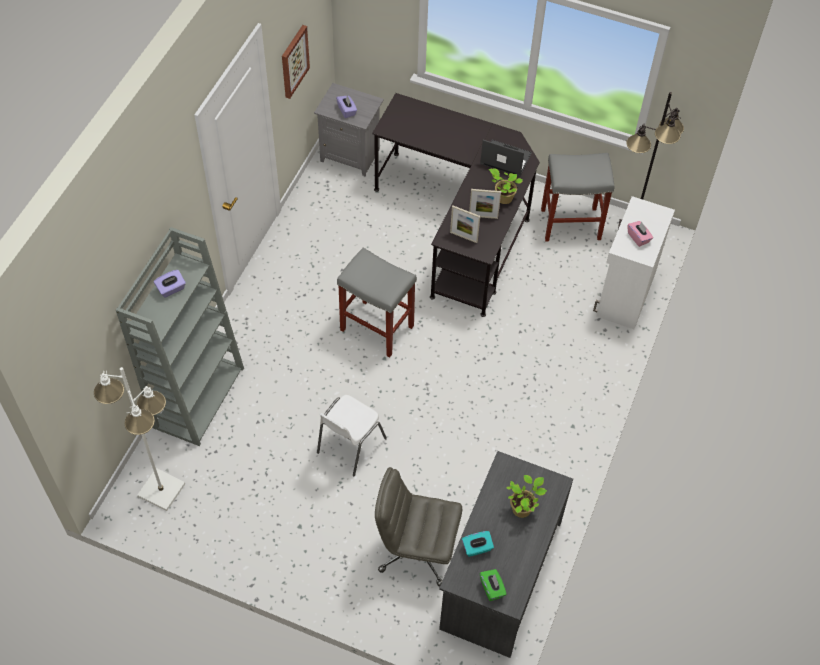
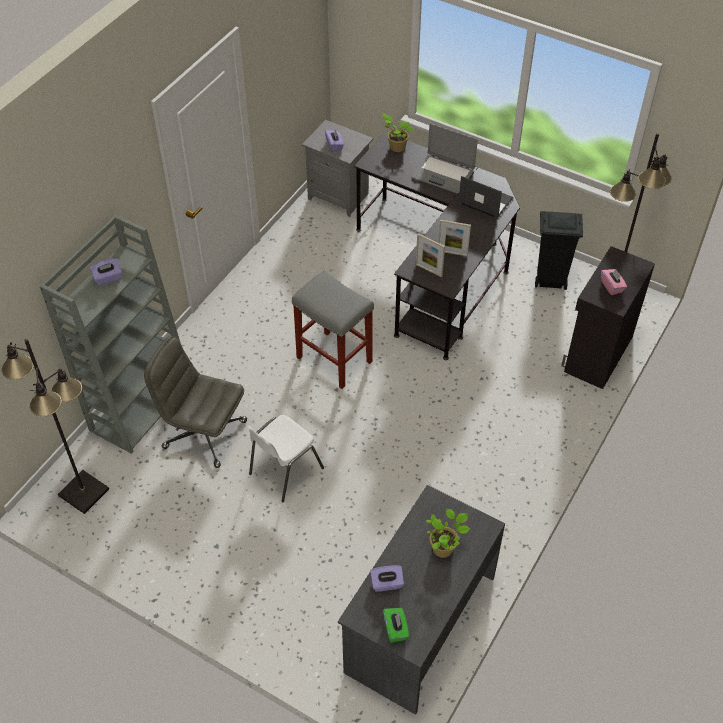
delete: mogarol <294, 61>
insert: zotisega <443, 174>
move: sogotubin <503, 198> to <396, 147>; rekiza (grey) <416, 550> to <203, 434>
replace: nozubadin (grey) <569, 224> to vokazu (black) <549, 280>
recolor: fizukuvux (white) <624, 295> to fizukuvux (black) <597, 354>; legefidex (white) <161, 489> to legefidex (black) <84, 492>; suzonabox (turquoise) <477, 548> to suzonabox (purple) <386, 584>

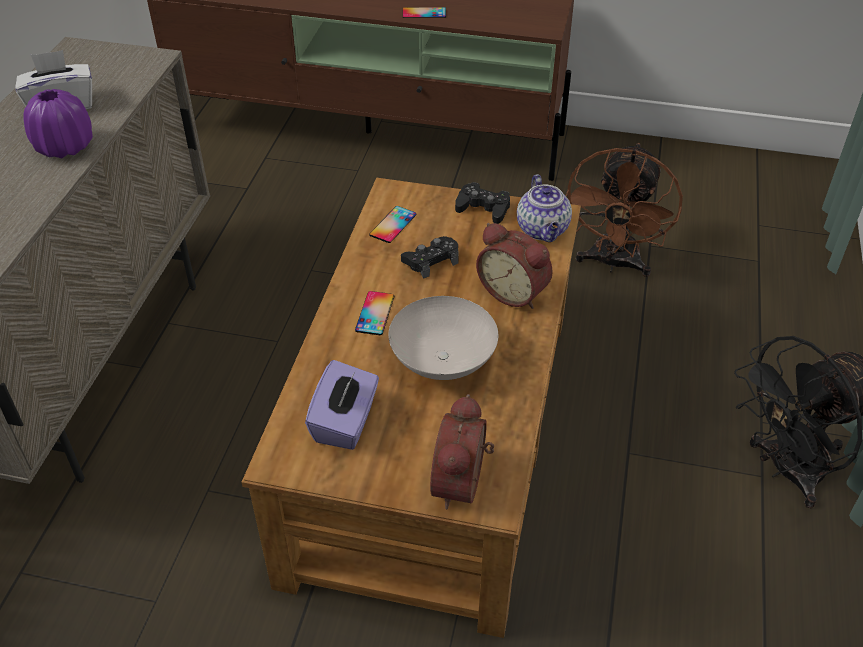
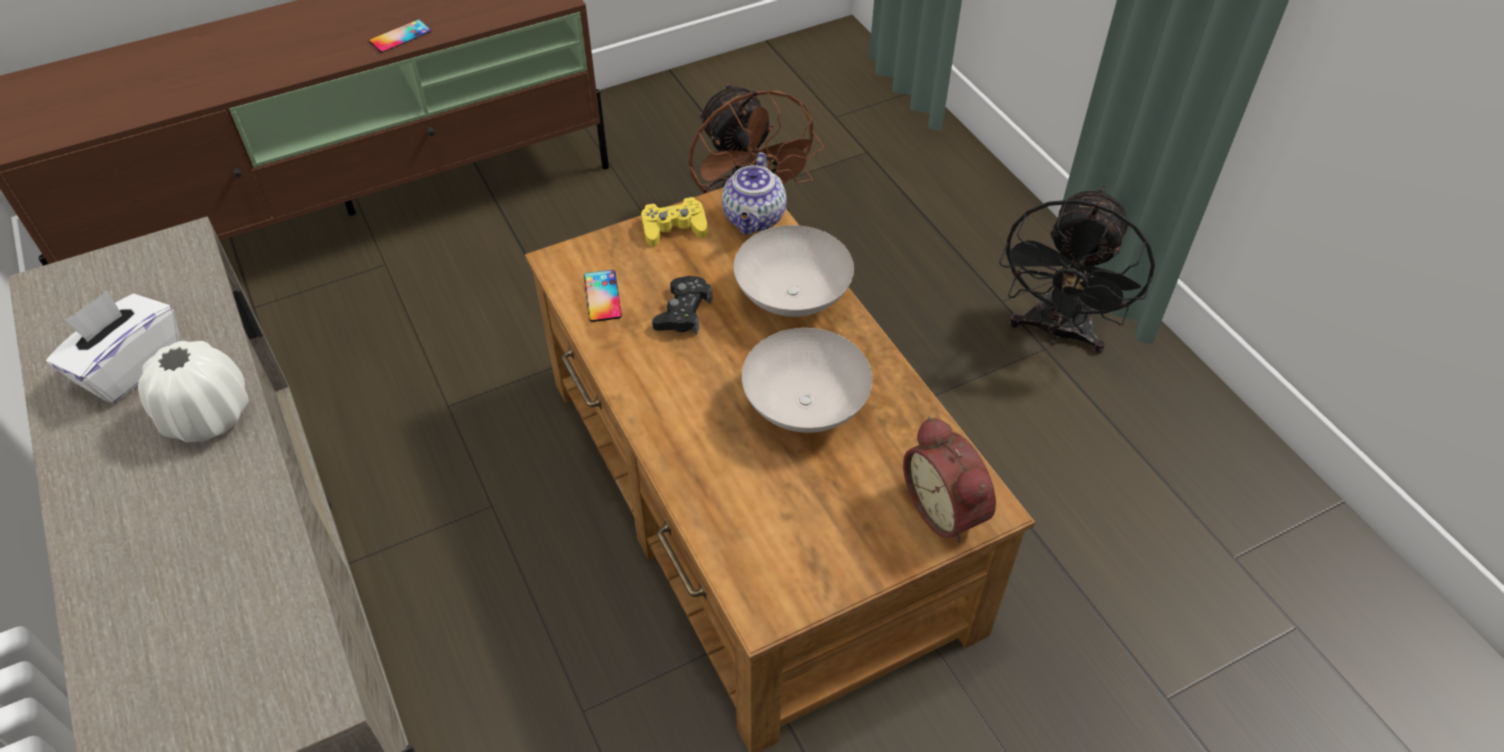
delete: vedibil <375, 313>; suzonabox (purple) <345, 422>
replace: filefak <514, 292> to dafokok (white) <794, 297>
recolor: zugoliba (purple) <65, 147> to zugoliba (white) <208, 416>; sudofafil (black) <483, 208> to sudofafil (yellow) <674, 228>
rotate: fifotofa <543, 230> = <754, 219> 60 degrees clockwise

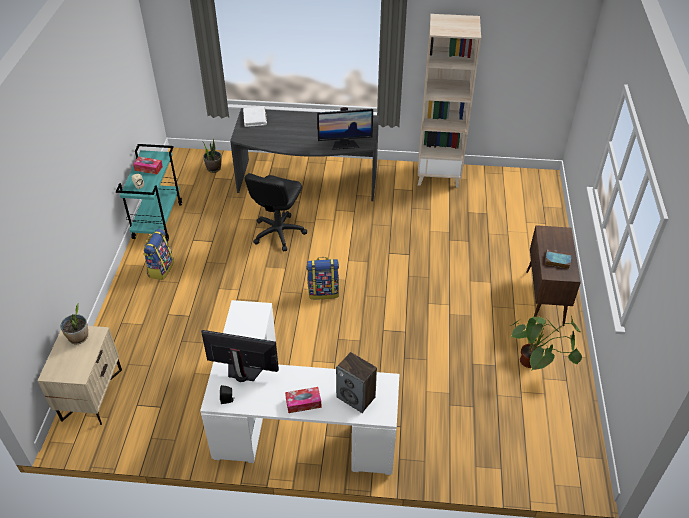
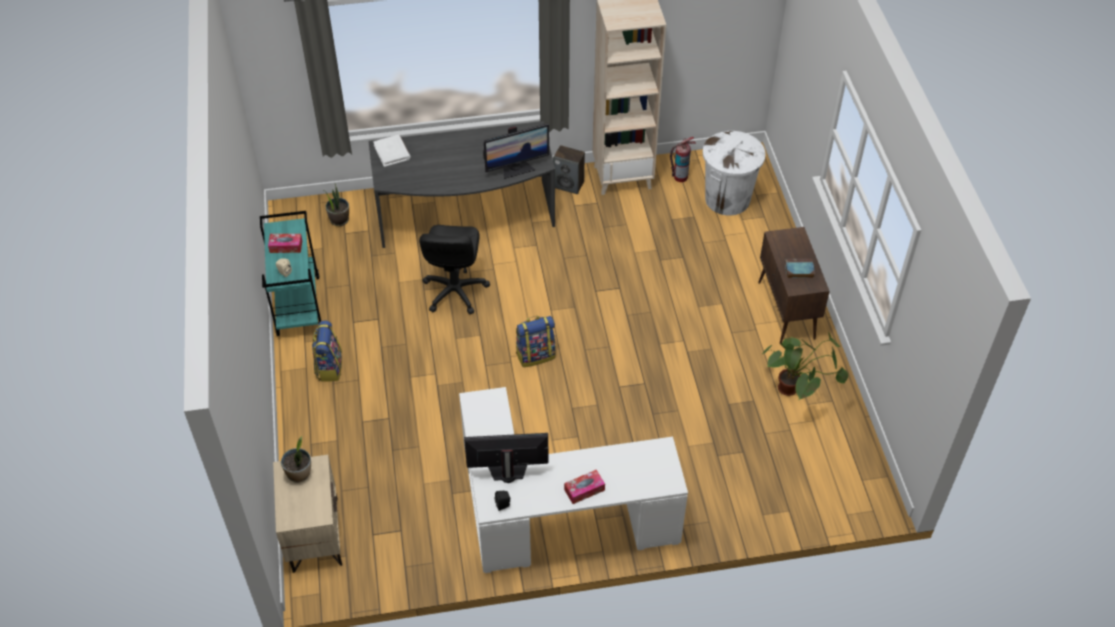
insert: vokazu (white) <727, 199>; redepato <680, 177>
move: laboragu <356, 397> to <569, 184>

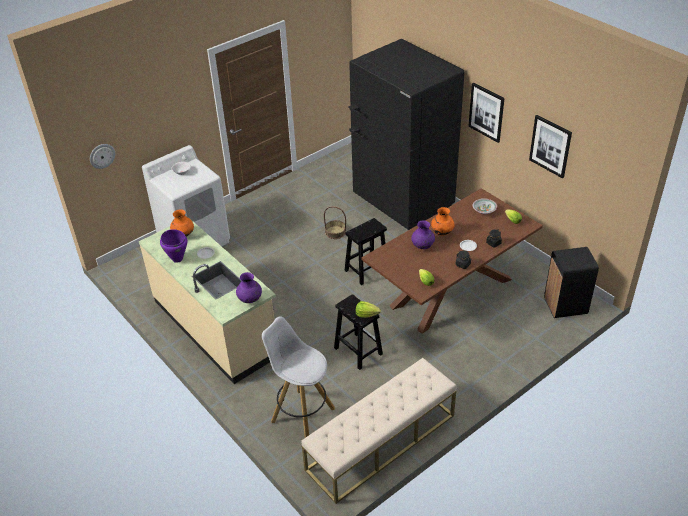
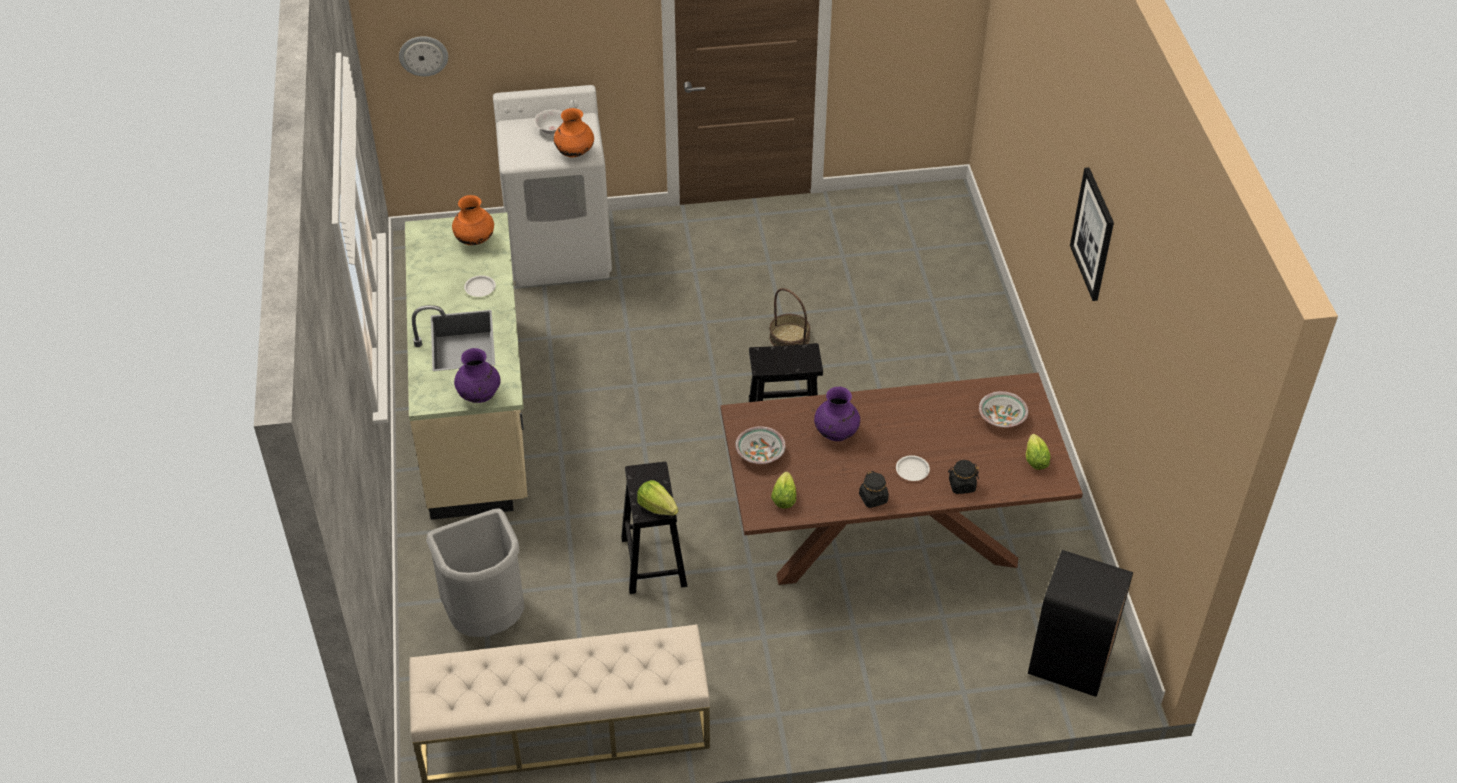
delete: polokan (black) <402, 201>; mogarol <550, 146>; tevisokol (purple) <177, 259>
insert: dafokok <759, 454>
move: zugoliba (orange) <442, 232> to <575, 153>
replace: nozubadin (white) <302, 414> to vokazu (grey) <487, 619>

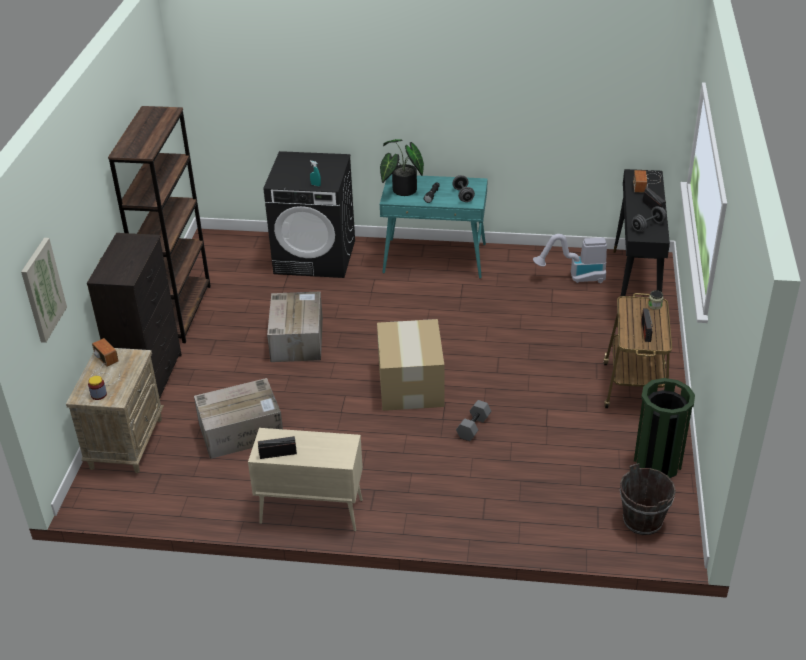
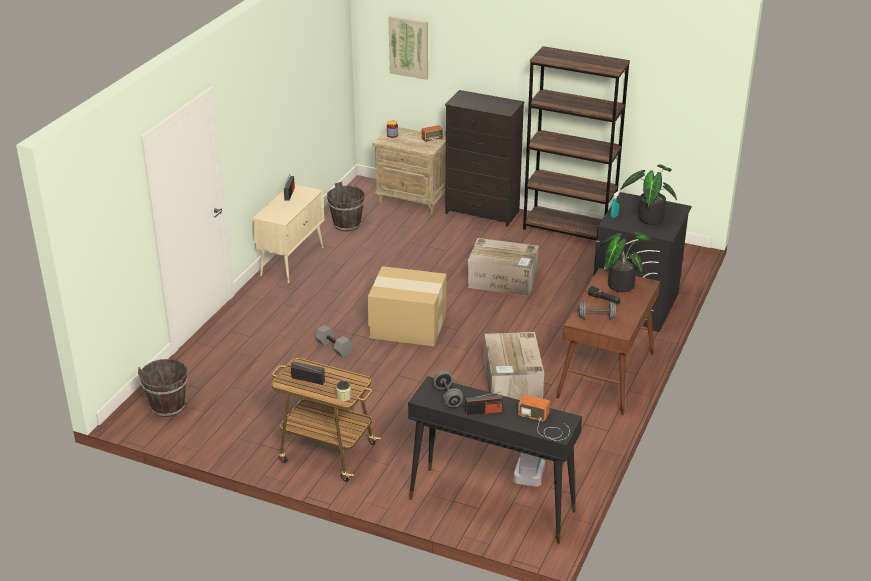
delete: vokazu (green) <657, 462>
insert: sogotubin <648, 217>; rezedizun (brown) <347, 224>
move: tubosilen <242, 431> to <512, 382>
recolor: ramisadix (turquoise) <435, 258> to ramisadix (brown) <606, 376>

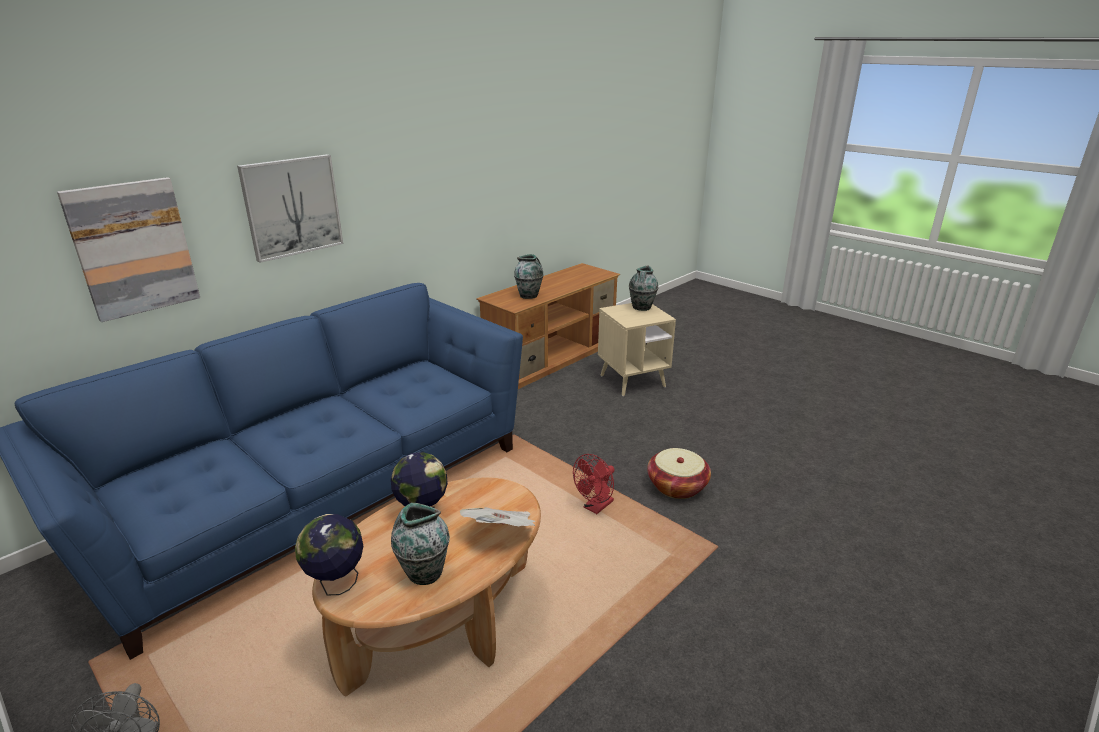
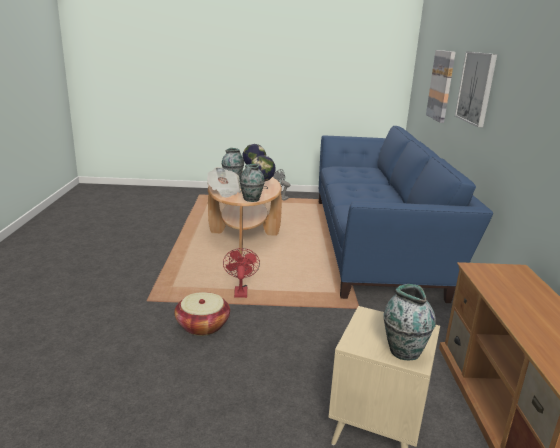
move: zugoliba <529, 296> to <251, 199>

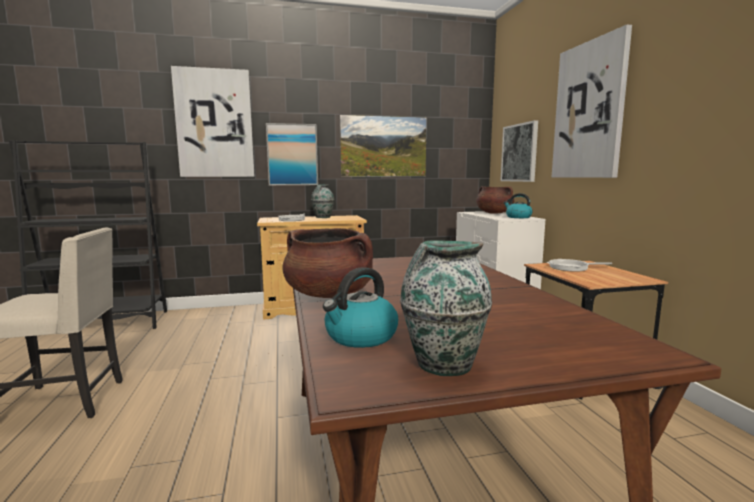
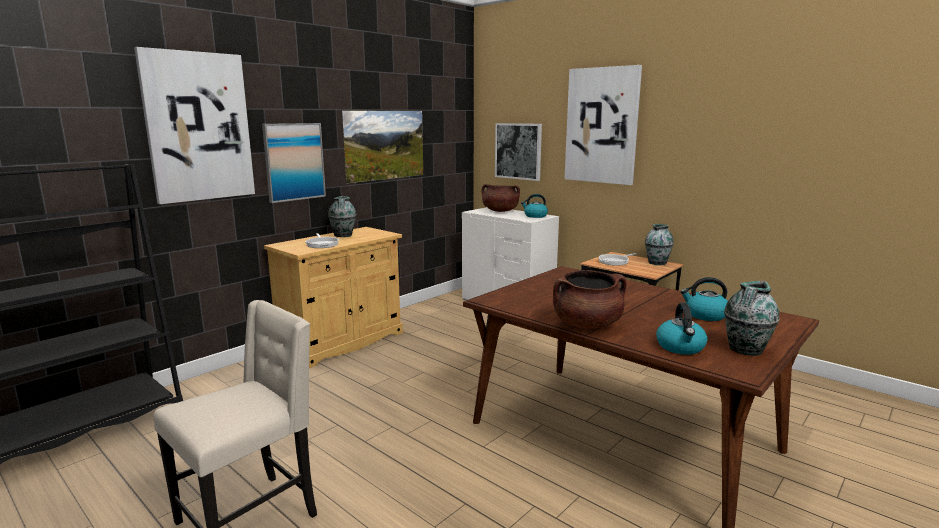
insert: zugoliba <657, 263>; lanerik <705, 315>

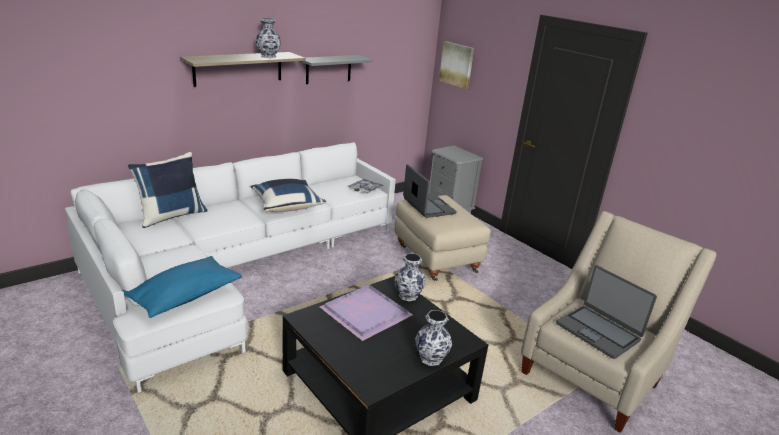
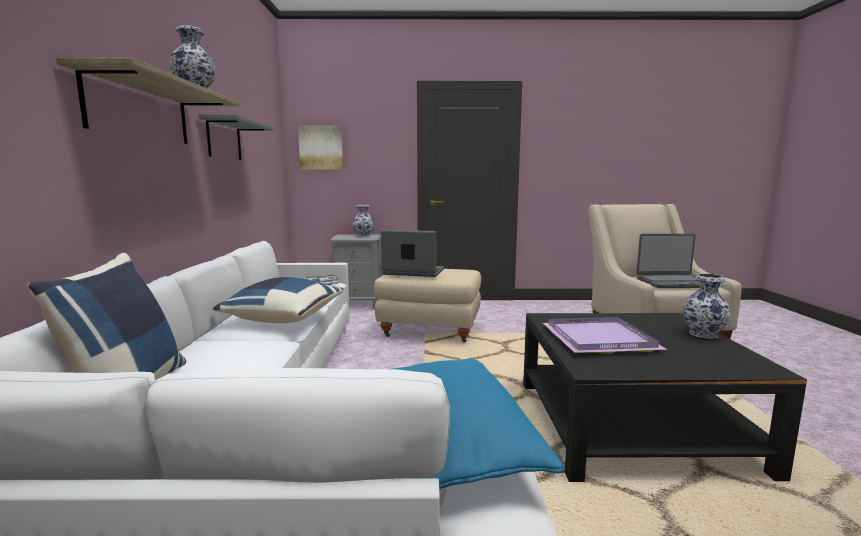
move: zugoliba <408, 296> to <363, 236>

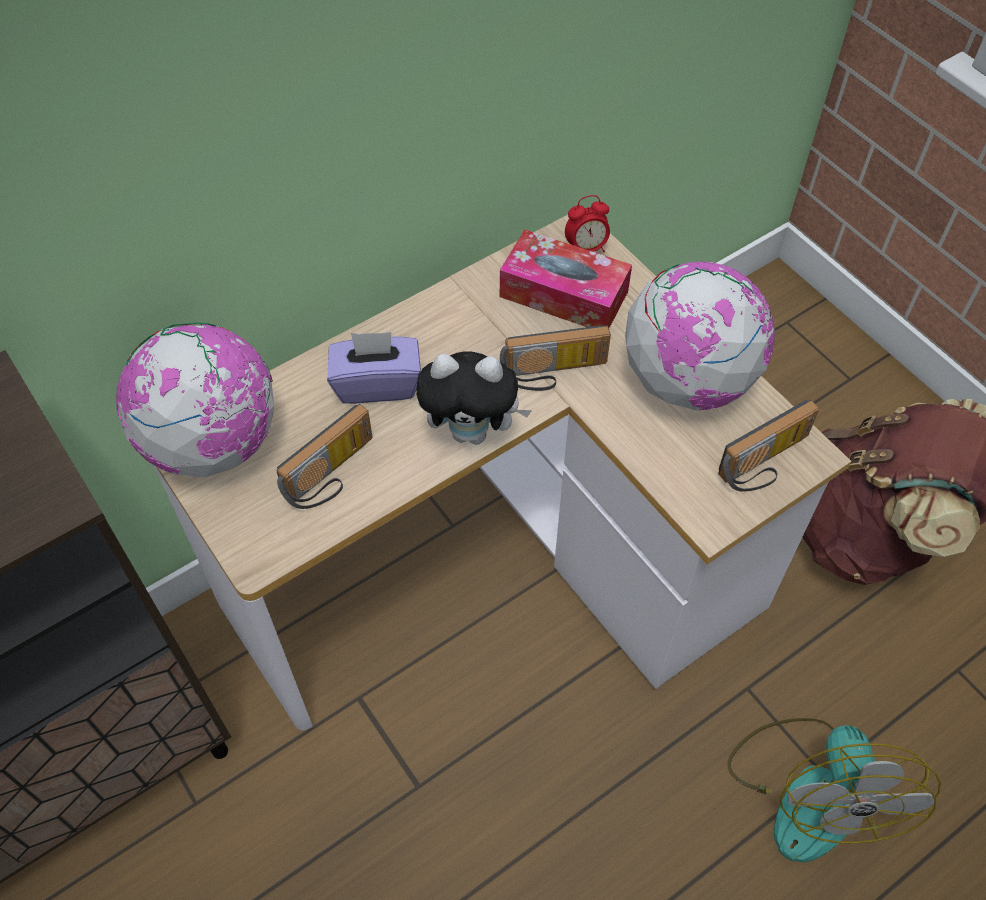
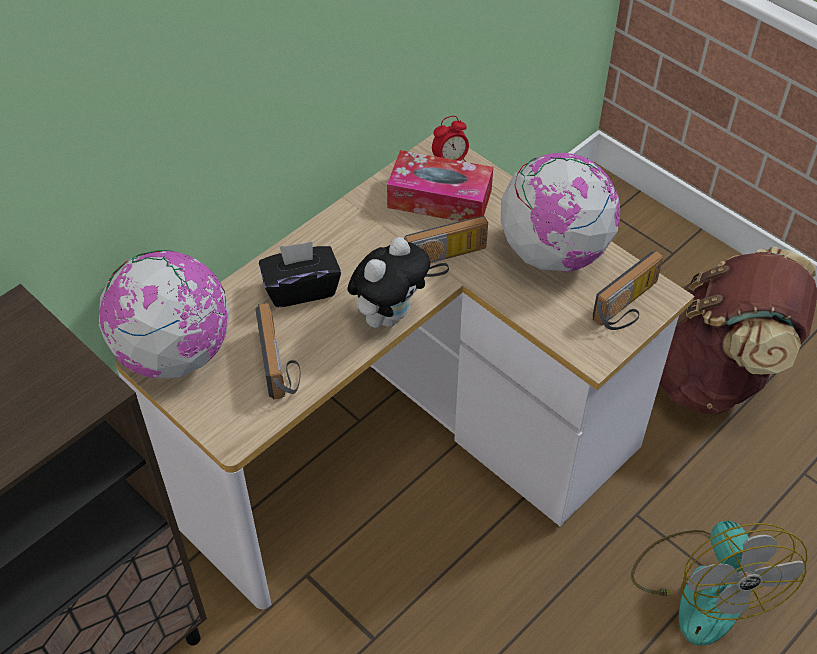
recolor: suzonabox (purple) <377, 384> to suzonabox (black) <301, 288>
rotate: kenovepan <473, 431> = <389, 315> 45 degrees counterclockwise; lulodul <333, 475> = <281, 364> 45 degrees counterclockwise

